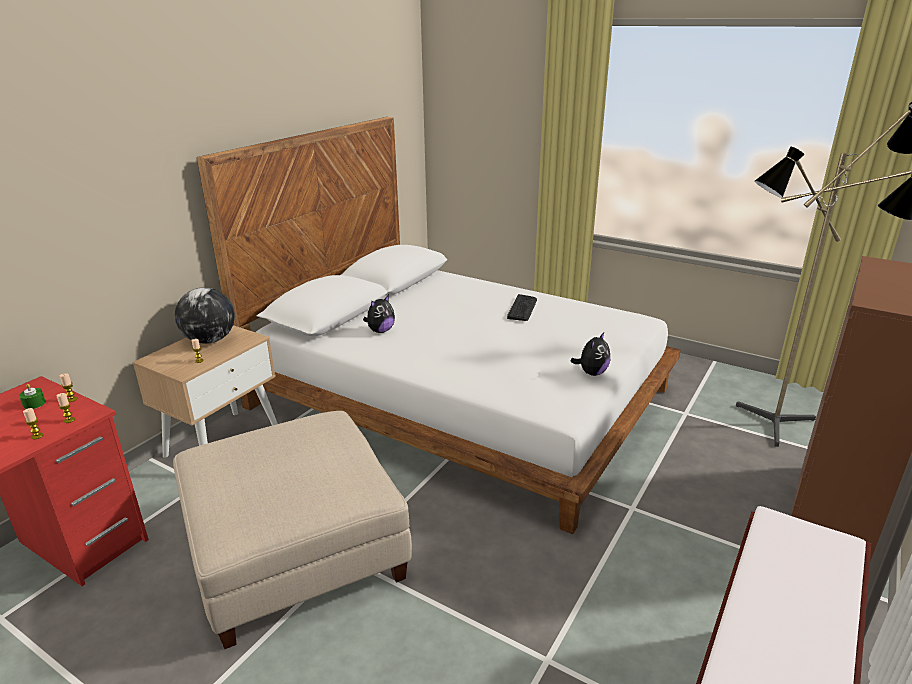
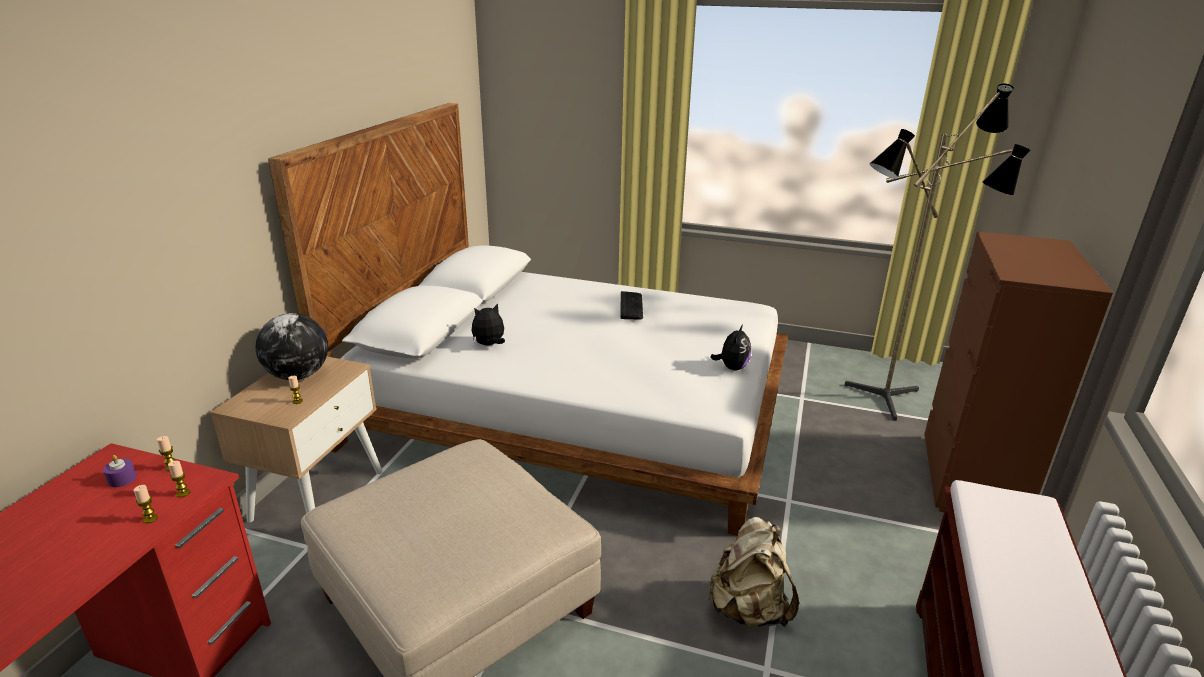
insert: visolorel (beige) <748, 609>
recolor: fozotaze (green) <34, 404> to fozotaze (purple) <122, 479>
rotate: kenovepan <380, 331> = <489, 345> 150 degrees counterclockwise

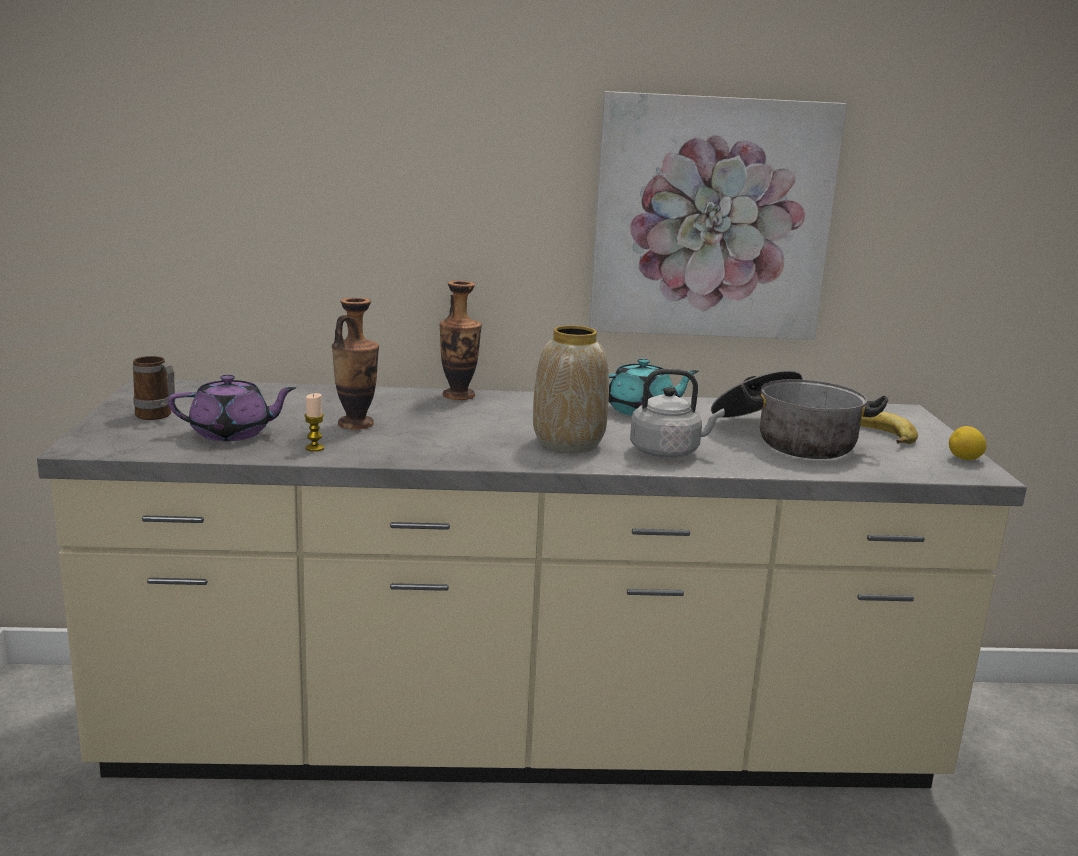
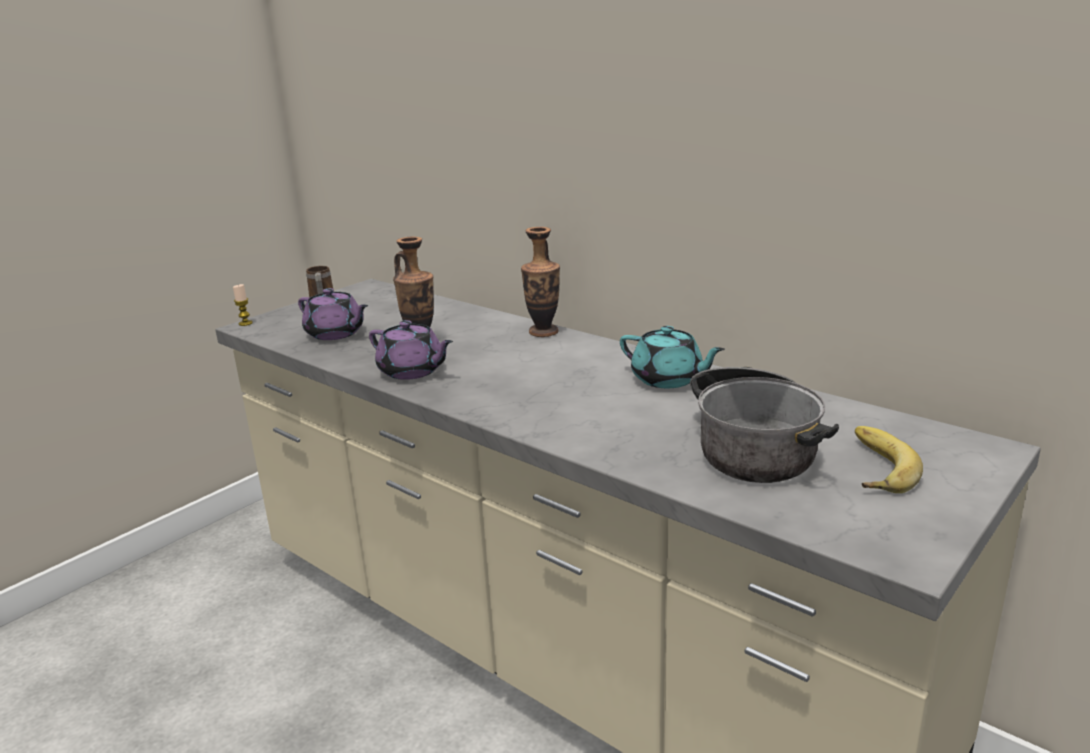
delete: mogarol <711, 218>; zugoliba <569, 444>; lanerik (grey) <668, 452>; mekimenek <964, 459>
insert: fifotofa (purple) <412, 371>
move: fozotaze <314, 448> to <245, 323>

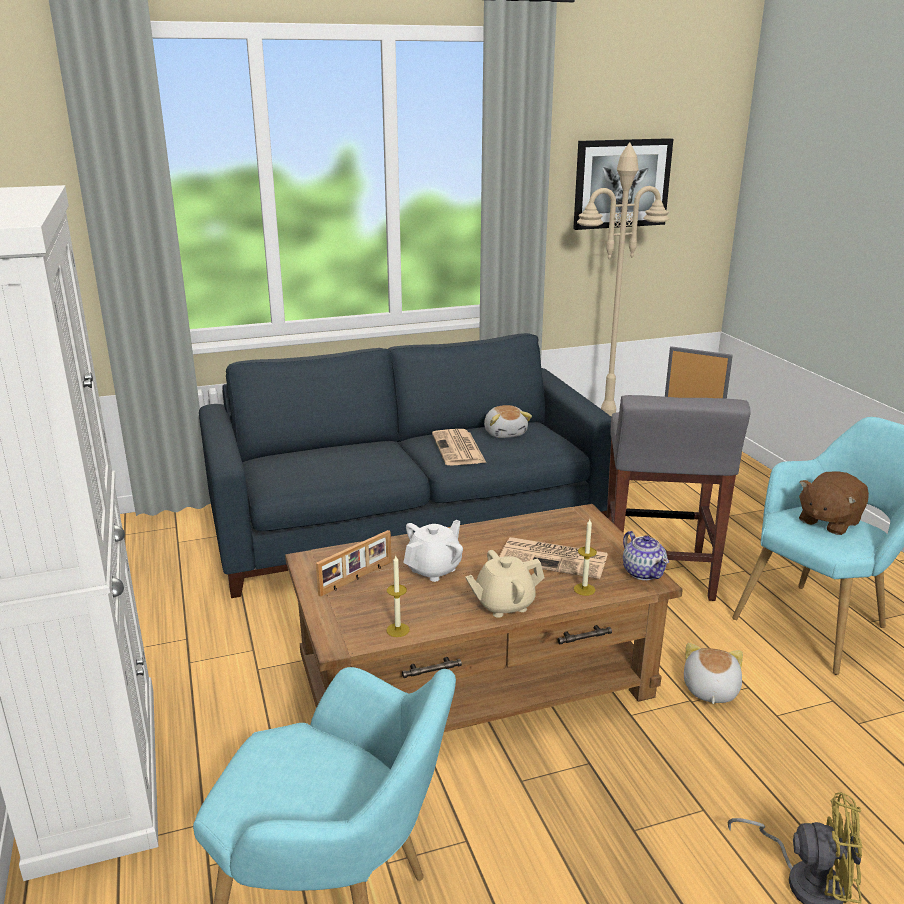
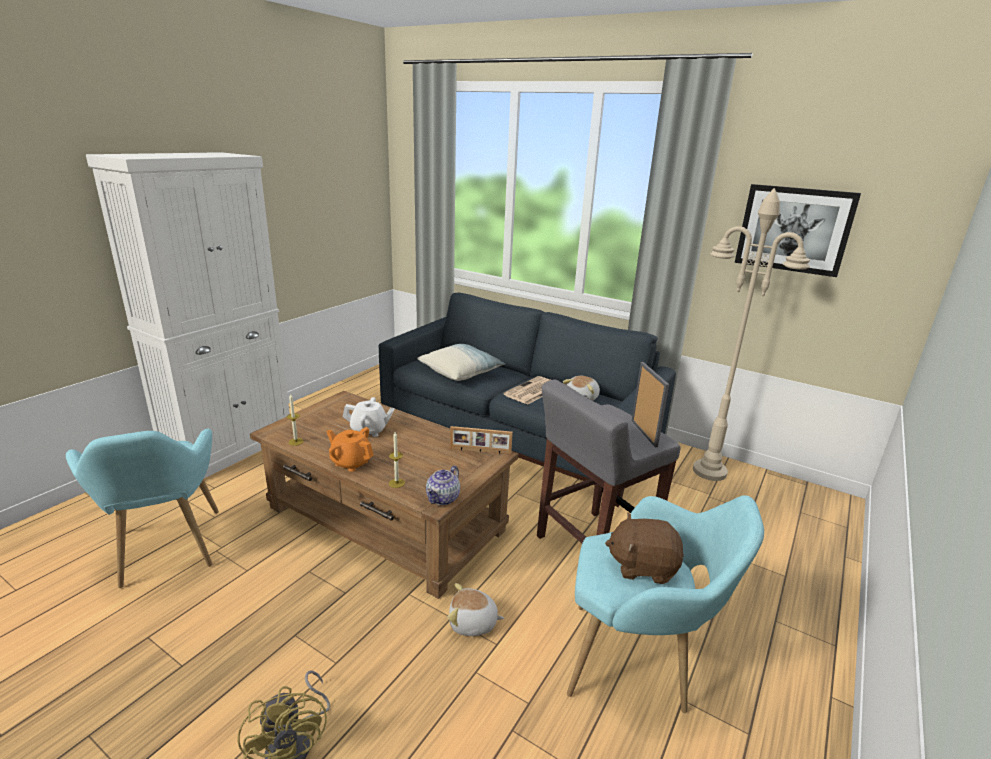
delete: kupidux <555, 558>
insert: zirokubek <461, 372>
move: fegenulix <356, 578> to <480, 451>
recolor: fifotofa (beige) <504, 604> to fifotofa (orange) <351, 462>
rotate: kenovepan <709, 690> = <473, 623> 150 degrees counterclockwise

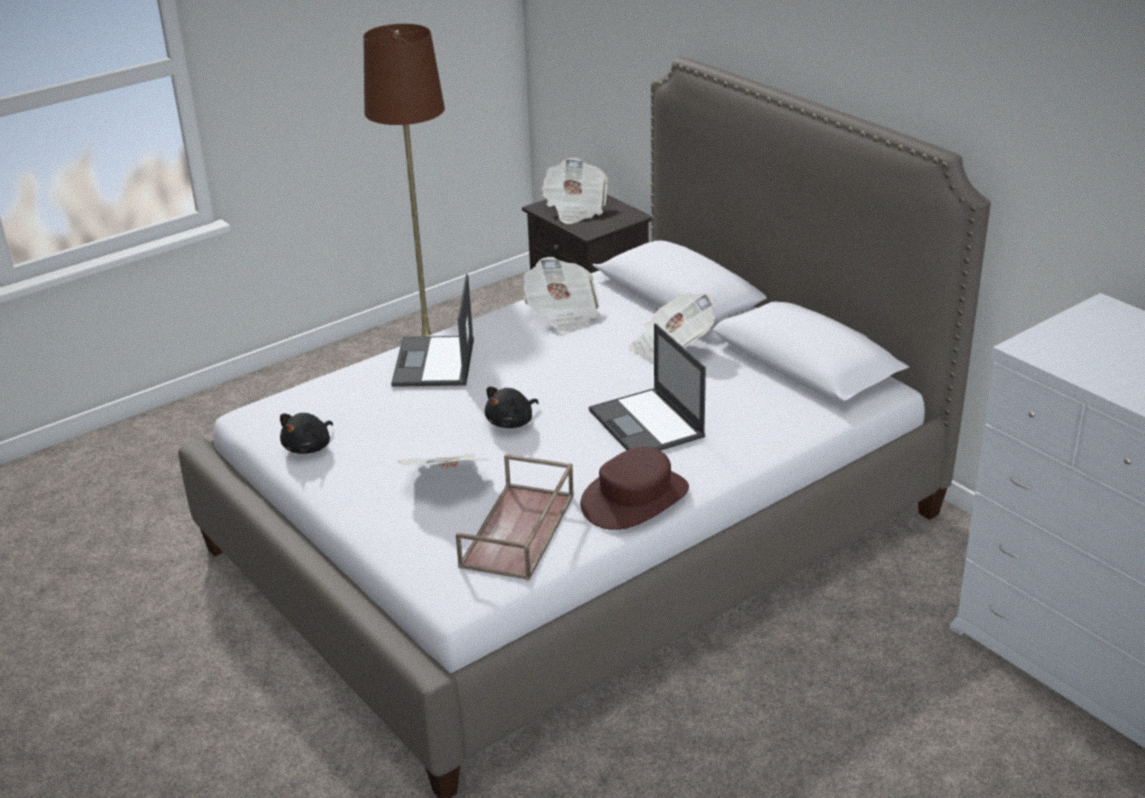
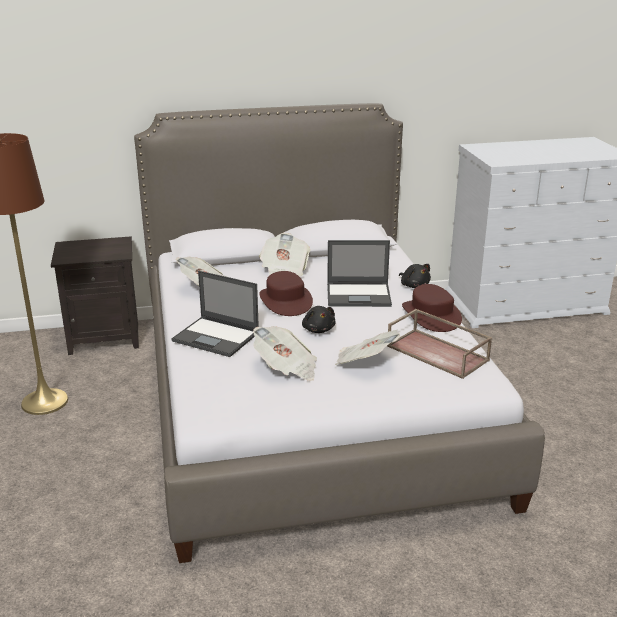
insert: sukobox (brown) <285, 301>
move: kupidux <575, 209> to <286, 368>; kenovepan (black) <309, 447> to <414, 285>

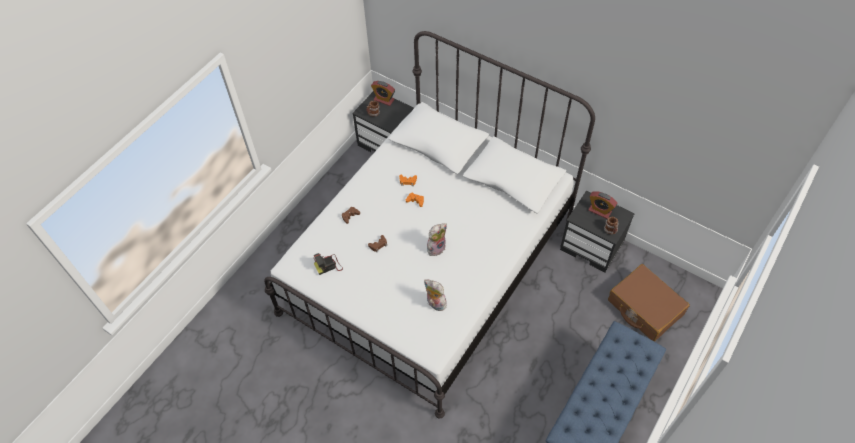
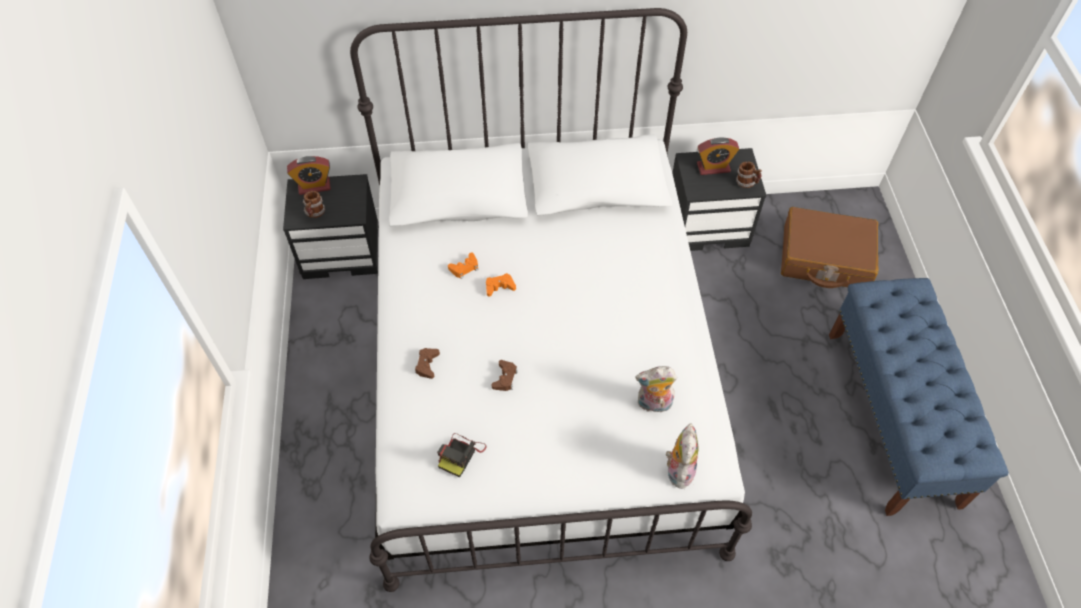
move: kenovepan <436, 247> to <678, 469>

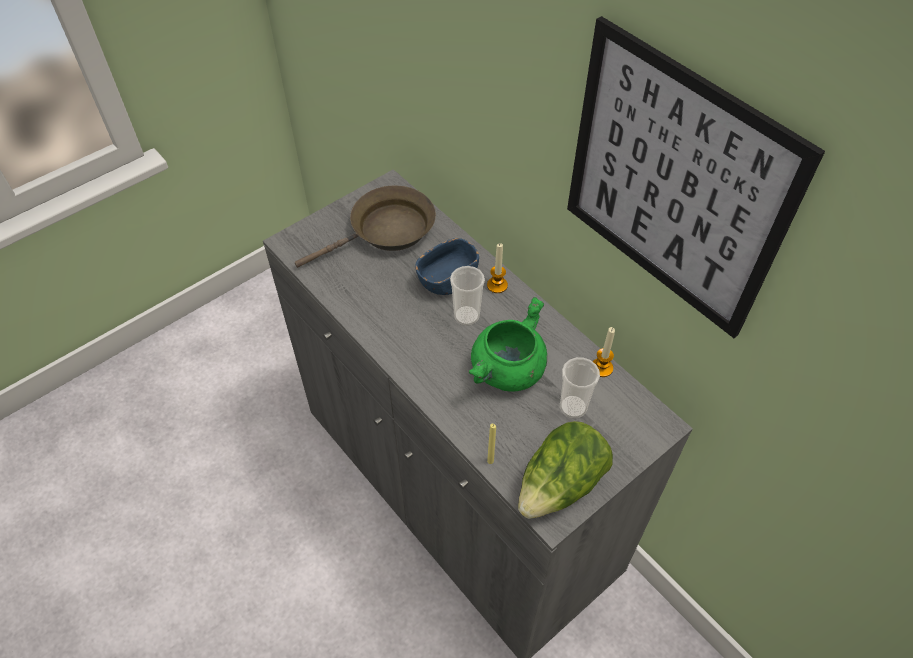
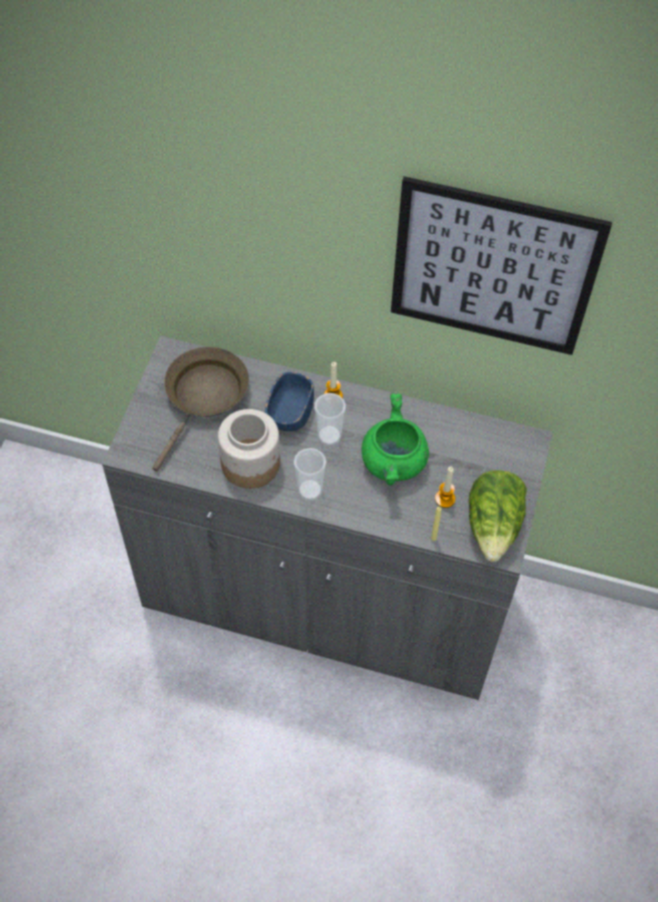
insert: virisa <251, 463>
move: fozotaze <601, 368> to <445, 499>; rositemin <573, 407> to <310, 490>

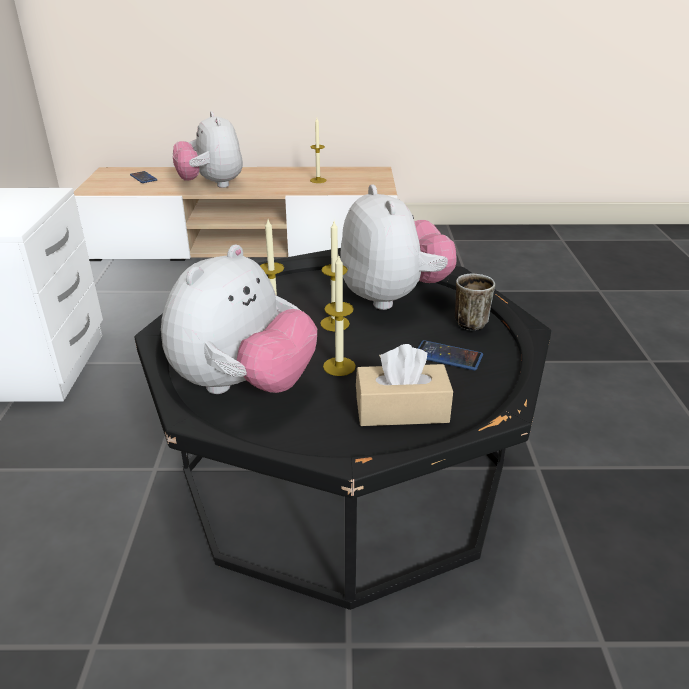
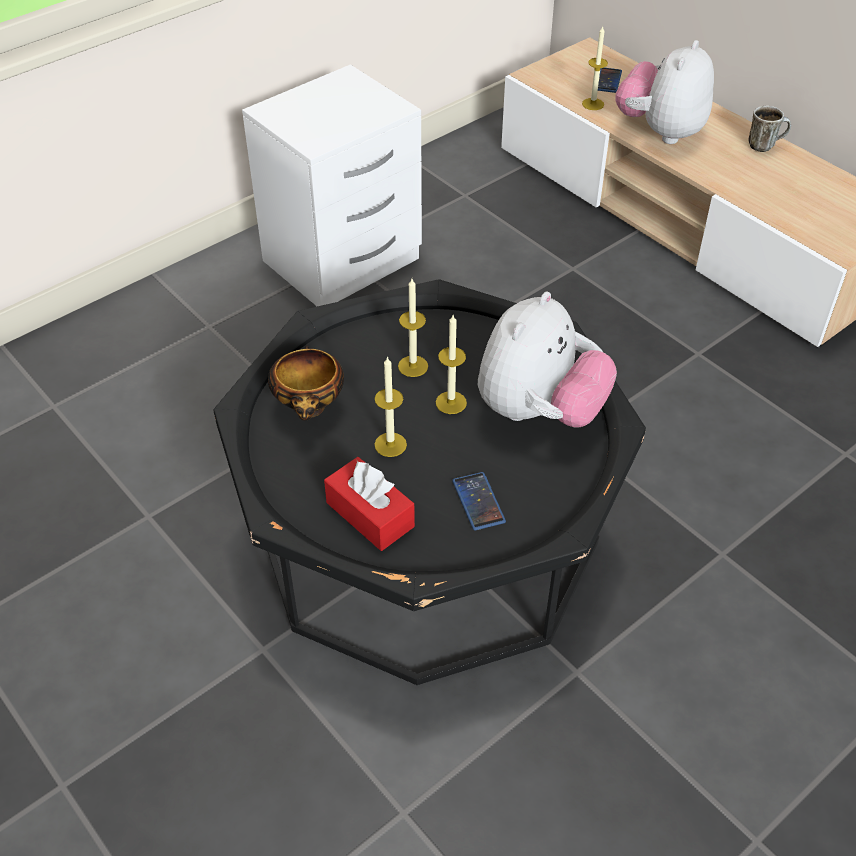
move: fozotaze <318, 180> to <593, 104>; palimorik <472, 321> to <765, 145>
replace: kenovepan <244, 386> to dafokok <310, 409>
recolor: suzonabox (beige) <401, 410> to suzonabox (red) <370, 514>

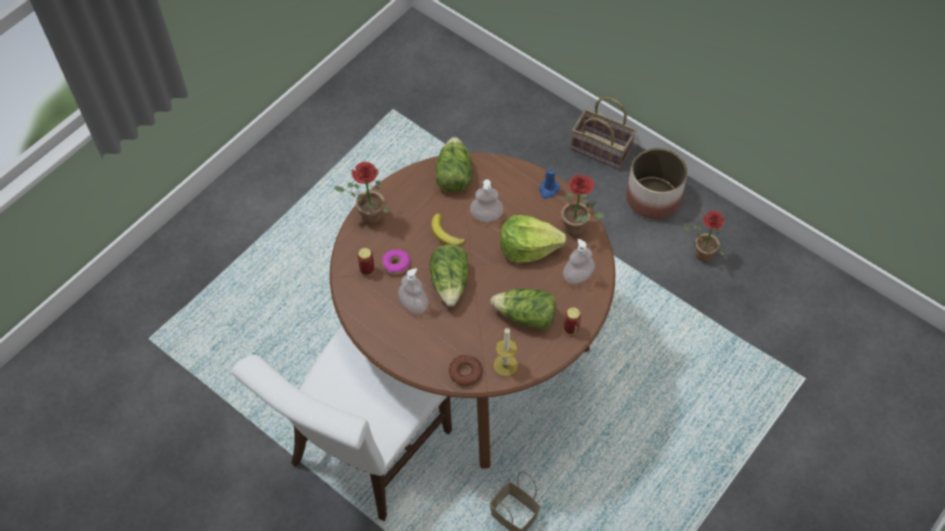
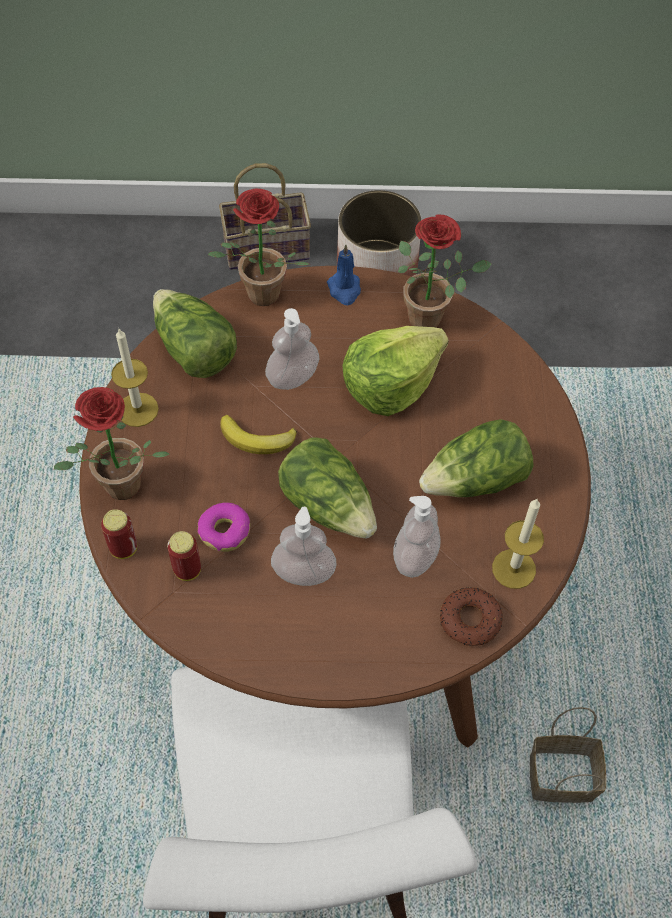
insert: fozotaze <138, 409>
move: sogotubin <700, 255> to <258, 298>; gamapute <577, 276> to <415, 556>; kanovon <571, 329> to <123, 548>

